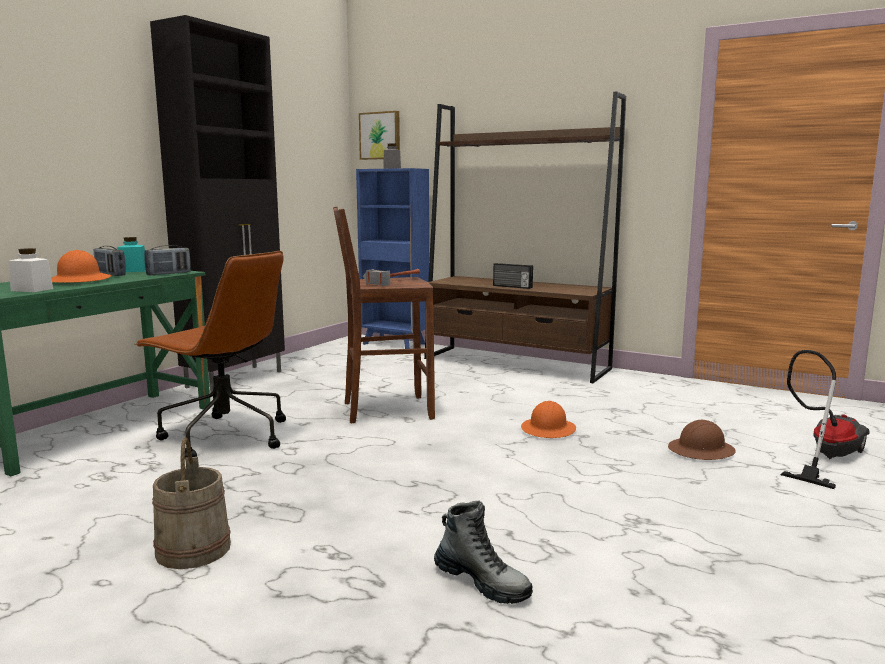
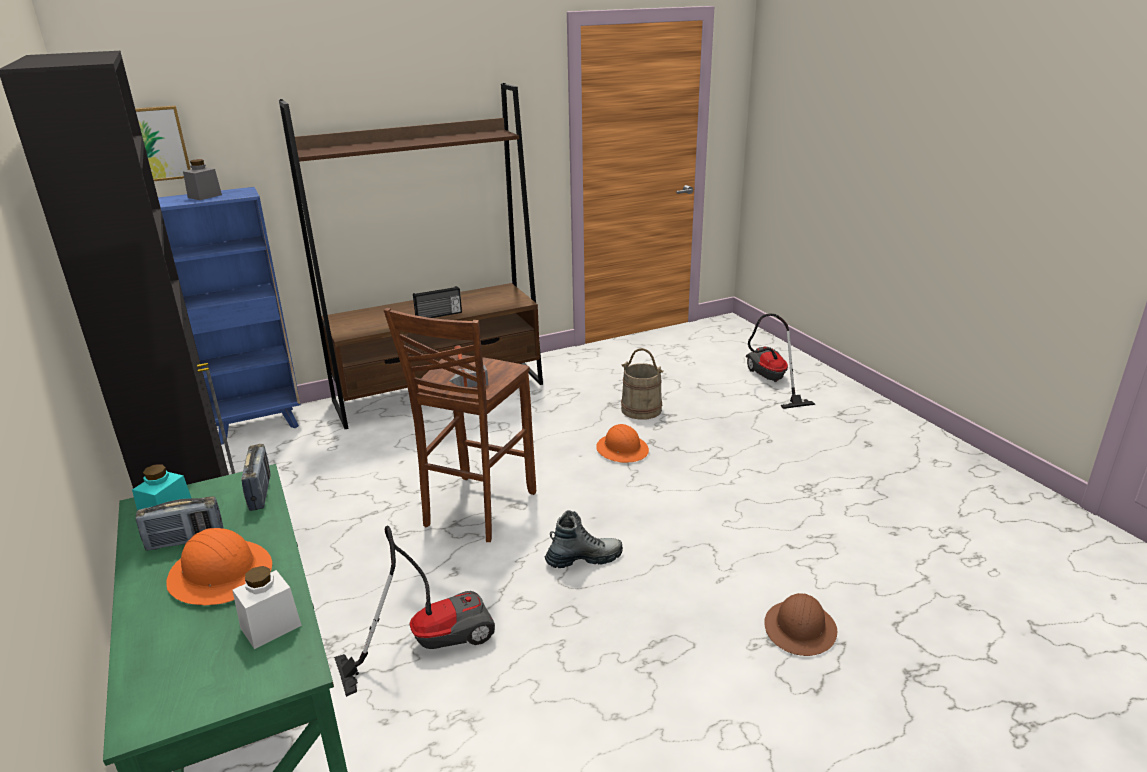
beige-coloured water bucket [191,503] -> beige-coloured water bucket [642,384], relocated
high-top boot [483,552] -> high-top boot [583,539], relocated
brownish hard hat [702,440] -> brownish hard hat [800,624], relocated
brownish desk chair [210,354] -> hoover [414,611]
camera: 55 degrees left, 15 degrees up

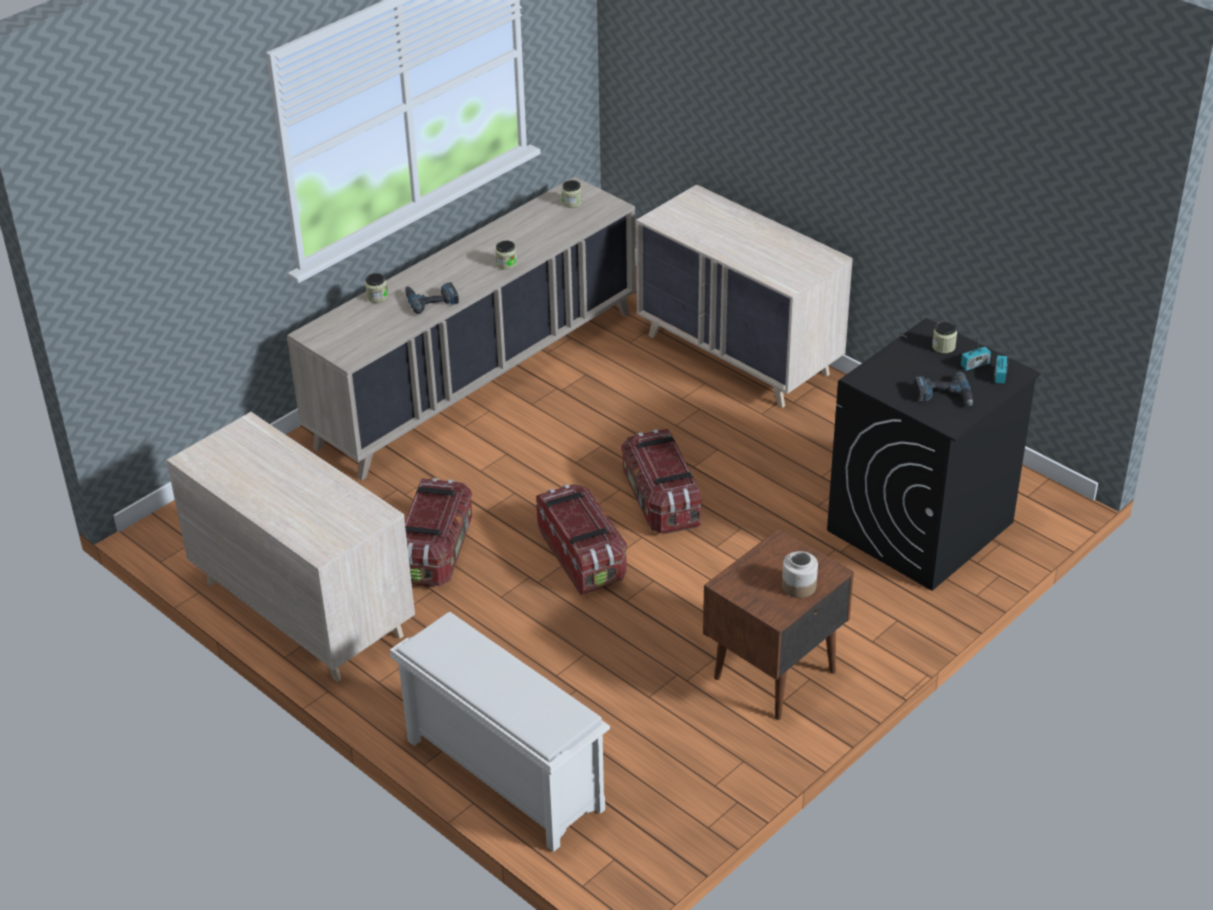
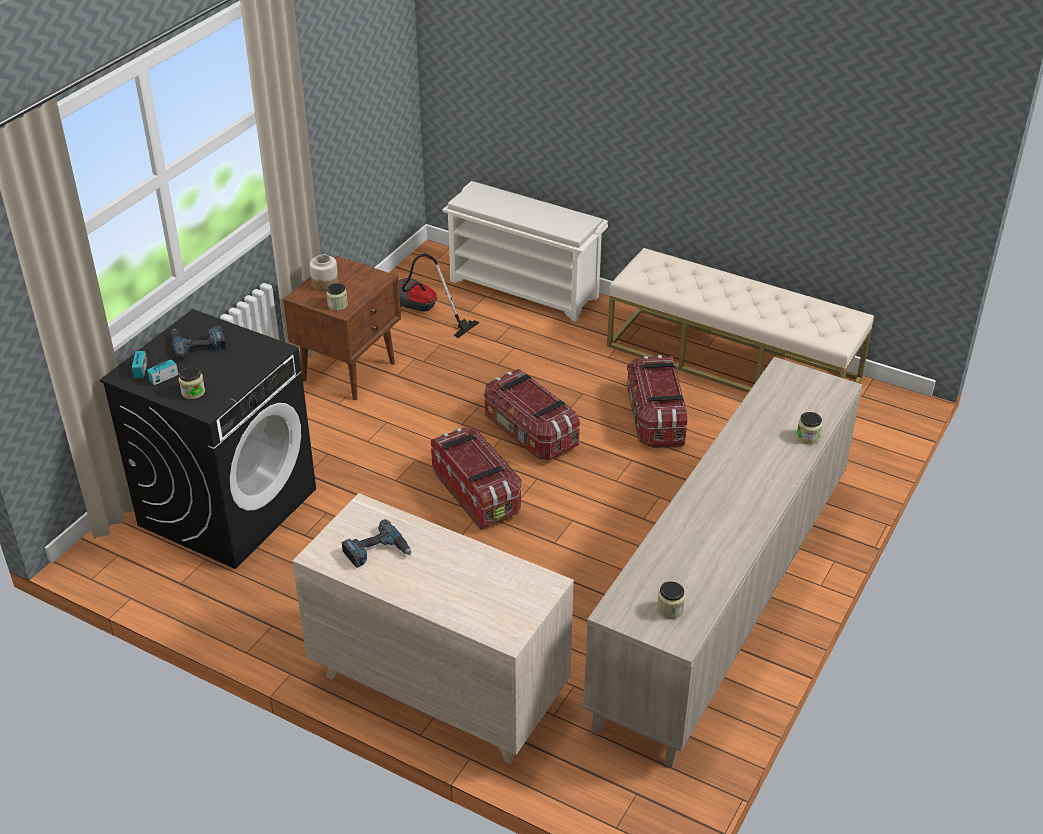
none -> hoover [439,295]
drill [432,298] -> drill [376,543], relocated
storage jar [506,255] -> storage jar [337,297], relocated
beige-coloured drawer chest [290,547] -> beige-coloured bench [740,320]
camera: 165 degrees right, 0 degrees up

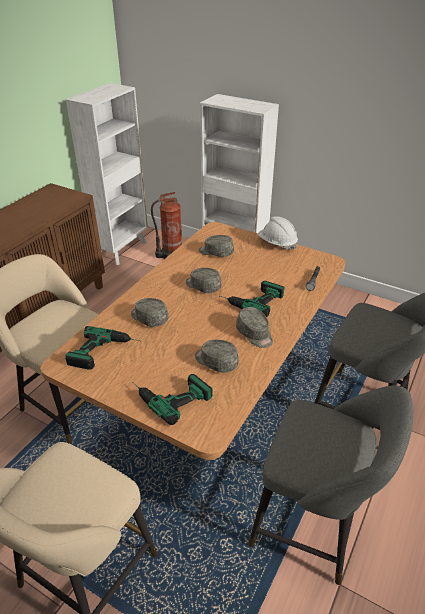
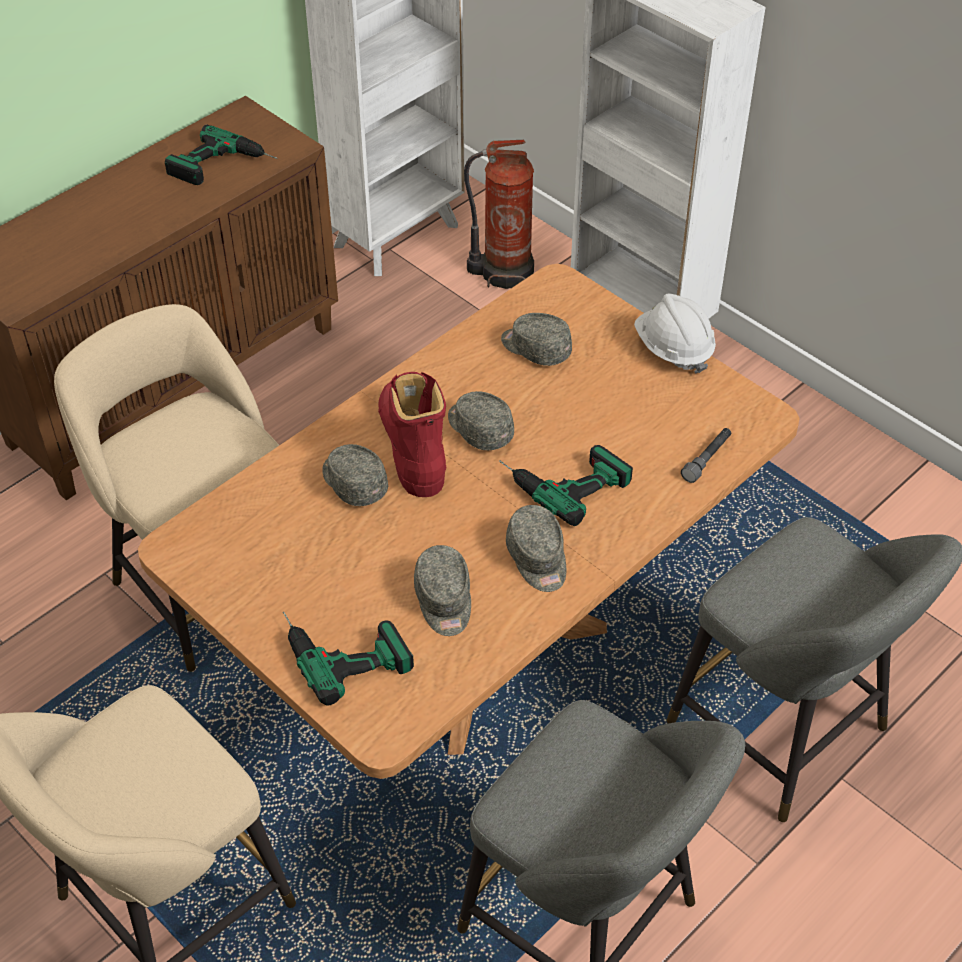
none -> red high-top boot [412,434]
drill [102,348] -> drill [221,155], relocated
gray cap [217,356] -> gray cap [442,590], 150 degrees counterclockwise
camera: 15 degrees right, 10 degrees up

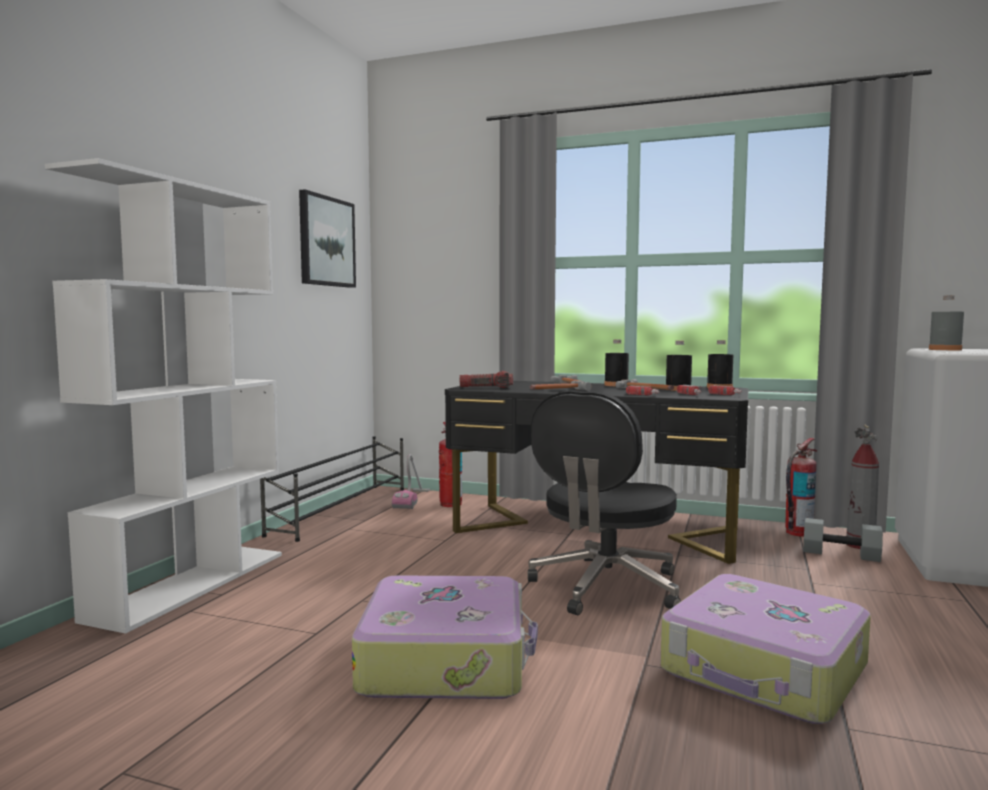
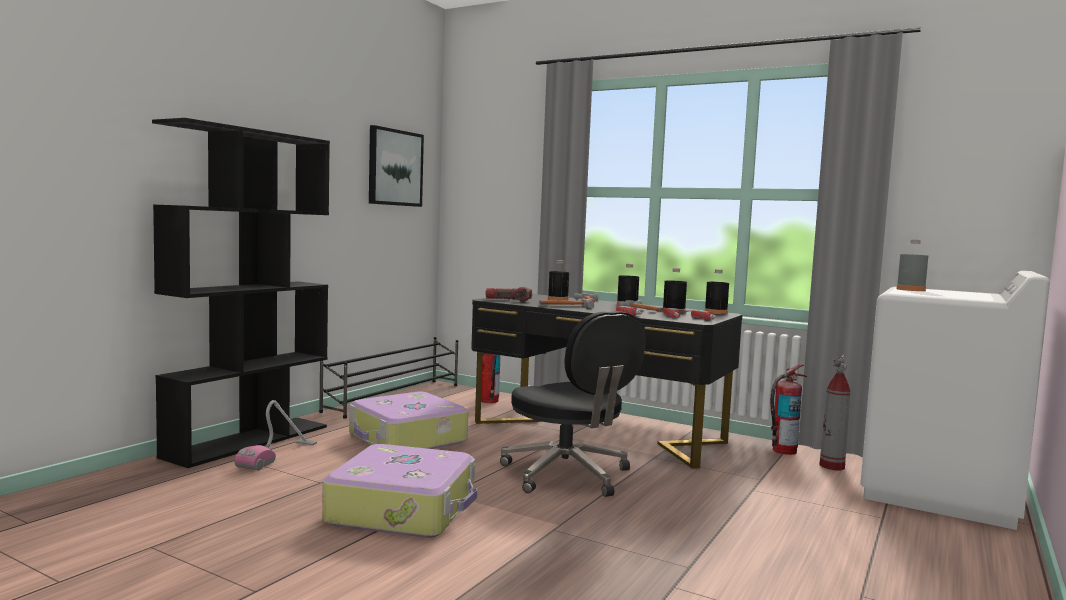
gray dumbbell [843,540] -> none
none -> black beverage bottle [558,280]
hoover [411,481] -> hoover [275,435], relocated
travel case [766,649] -> travel case [408,420], relocated
whitish bookcase [163,396] -> black bookcase [241,293]
black desk chair [604,502] -> black desk chair [572,404], 75 degrees counterclockwise
camera: 10 degrees right, 0 degrees up

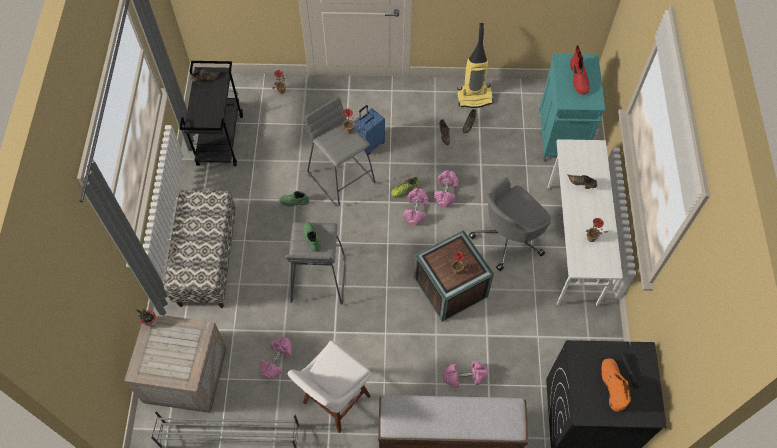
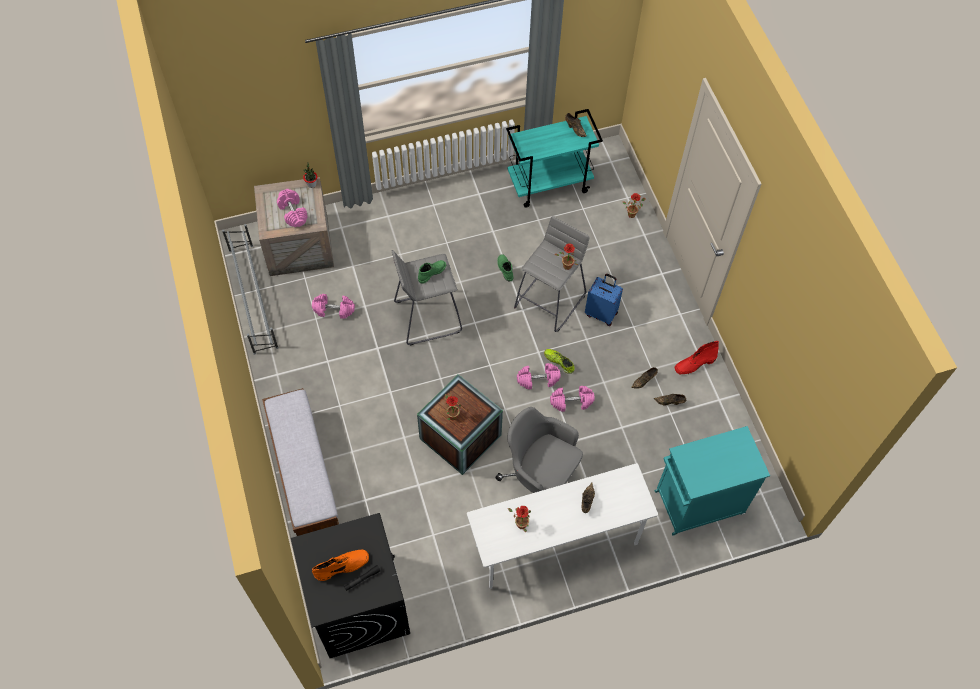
bench [200,249] -> none
whitish stool [329,387] -> none
hoover [475,65] -> none
pink dumbbell [465,374] -> pink dumbbell [292,208], relocated
red high-top boot [579,70] -> red high-top boot [697,357], relocated
black cart [211,113] -> turquoise cart [554,158]
camera: 70 degrees right, 0 degrees up

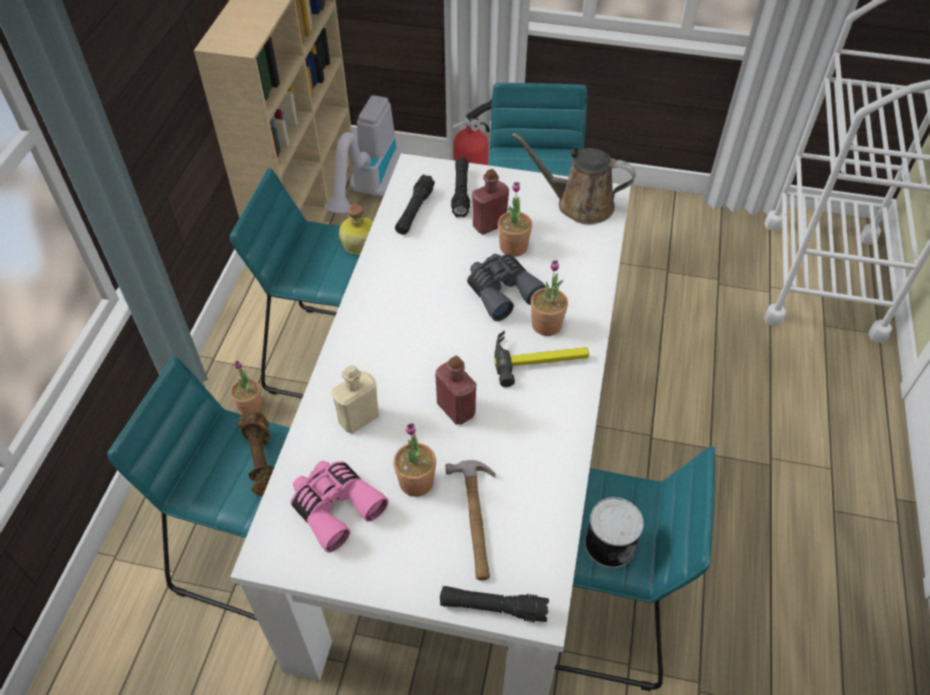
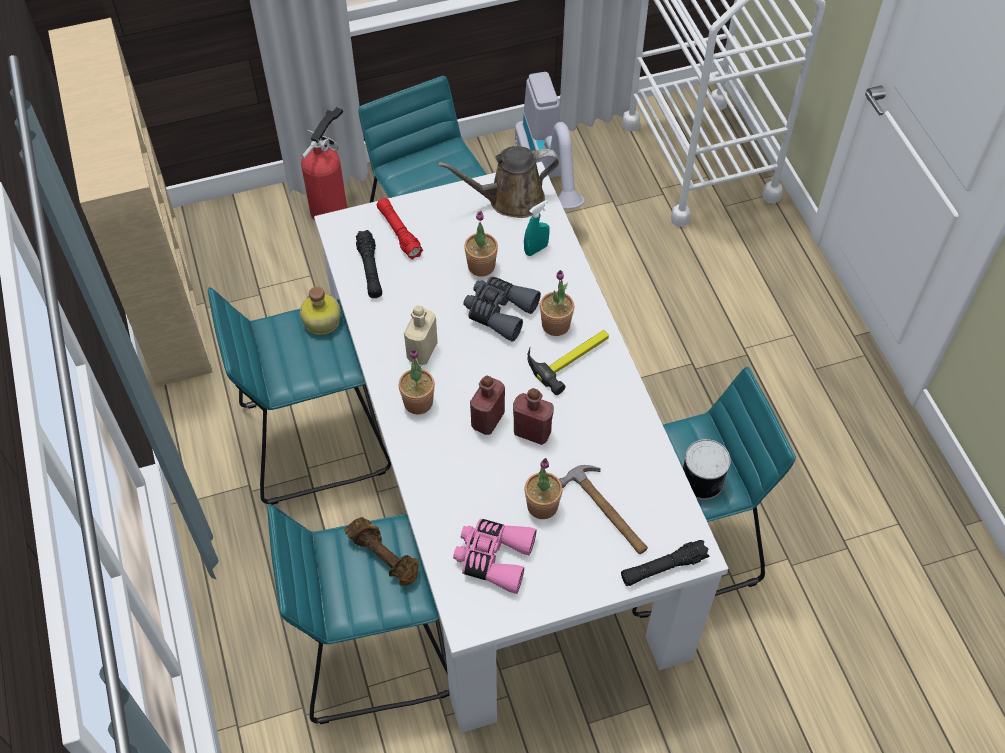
none -> turquoise sprayer [536,228]
plant in a pot [247,388] -> plant in a pot [417,381], relocated
hoover [364,154] -> hoover [550,140], relocated
beige-coloured beverage bottle [355,399] -> beige-coloured beverage bottle [421,335], relocated
red beverage bottle [490,202] -> red beverage bottle [487,405], relocated
black hand torch [460,187] -> red hand torch [400,229]
camera: 30 degrees left, 5 degrees up

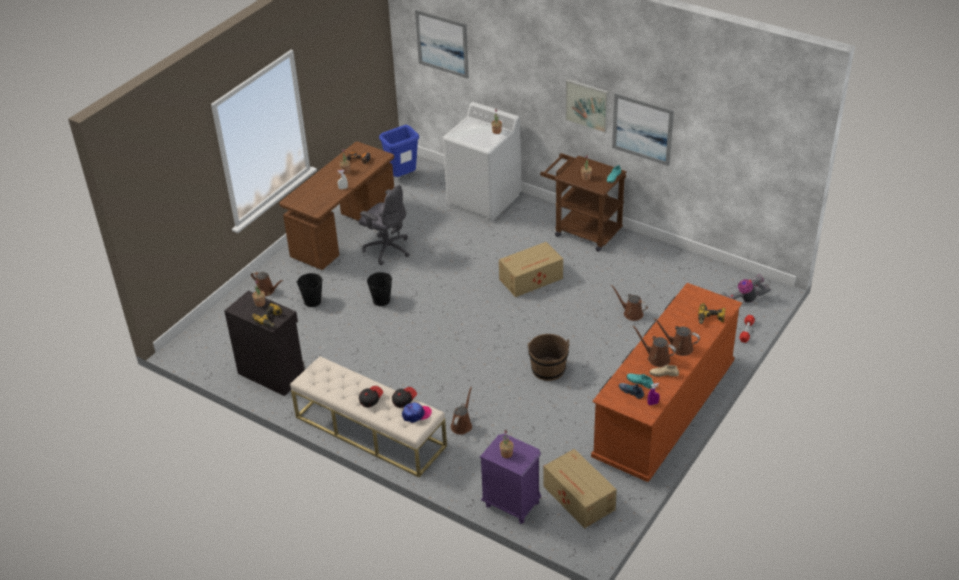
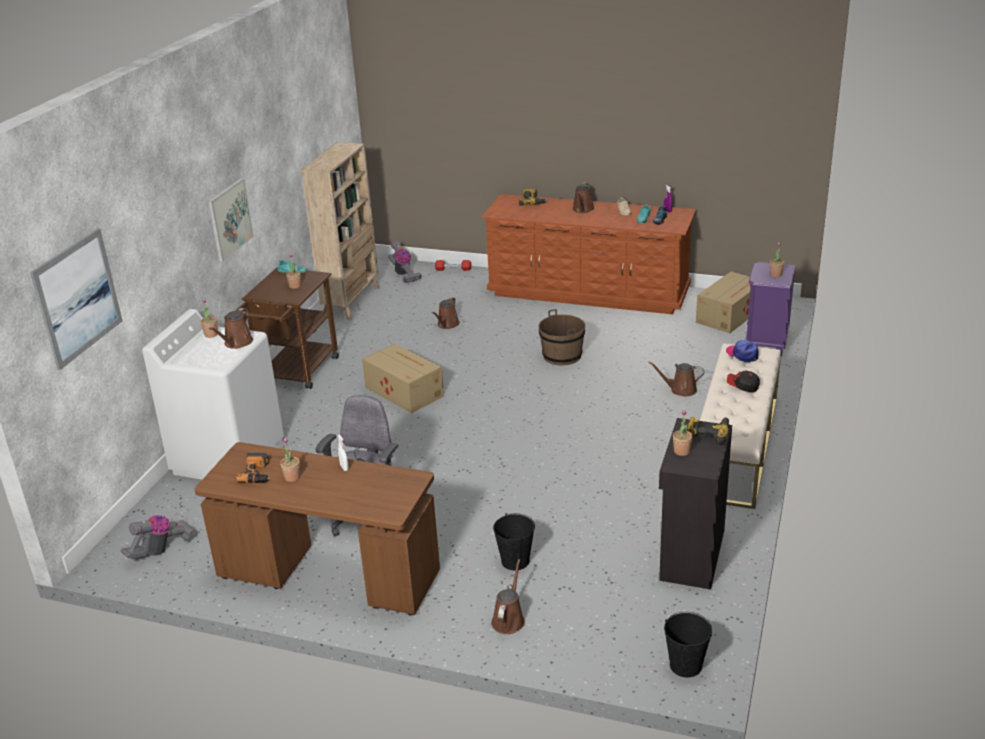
cap [404,397] -> none
wall art [643,129] -> none
none -> beige-coloured bookcase [340,231]
black water bucket [379,289] -> black water bucket [688,644], relocated
brownish sprinkling can [654,346] -> brownish sprinkling can [231,328], relocated
blue-coloured trash can [399,151] -> hoover [159,537]
camera: 105 degrees left, 10 degrees down

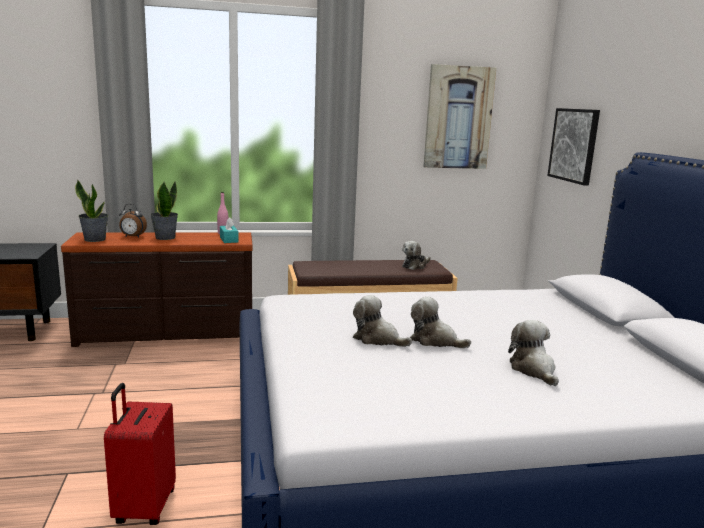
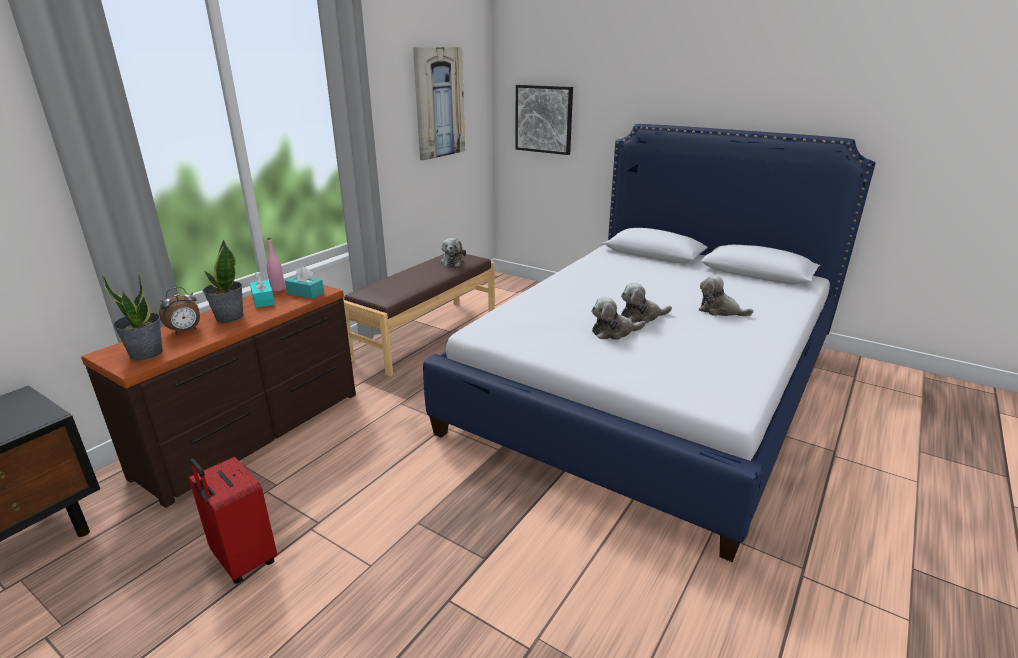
none -> turquoise tissue box [262,290]
red travel case [140,454] -> red travel case [233,520], relocated
camera: 45 degrees left, 10 degrees up

